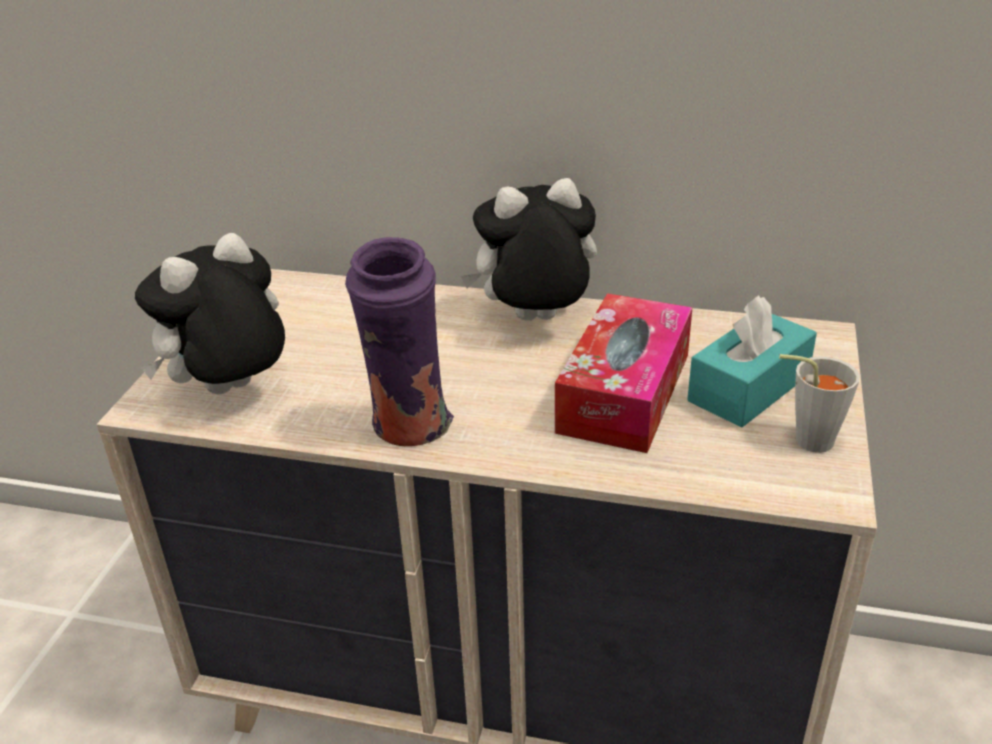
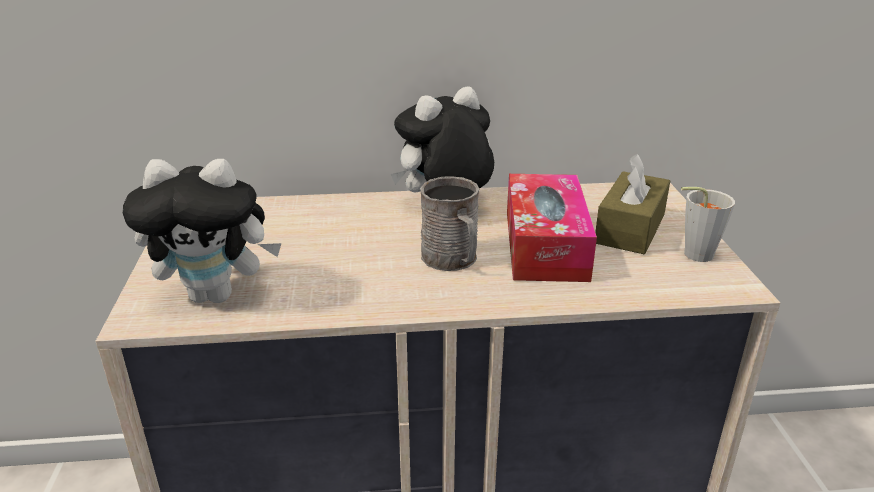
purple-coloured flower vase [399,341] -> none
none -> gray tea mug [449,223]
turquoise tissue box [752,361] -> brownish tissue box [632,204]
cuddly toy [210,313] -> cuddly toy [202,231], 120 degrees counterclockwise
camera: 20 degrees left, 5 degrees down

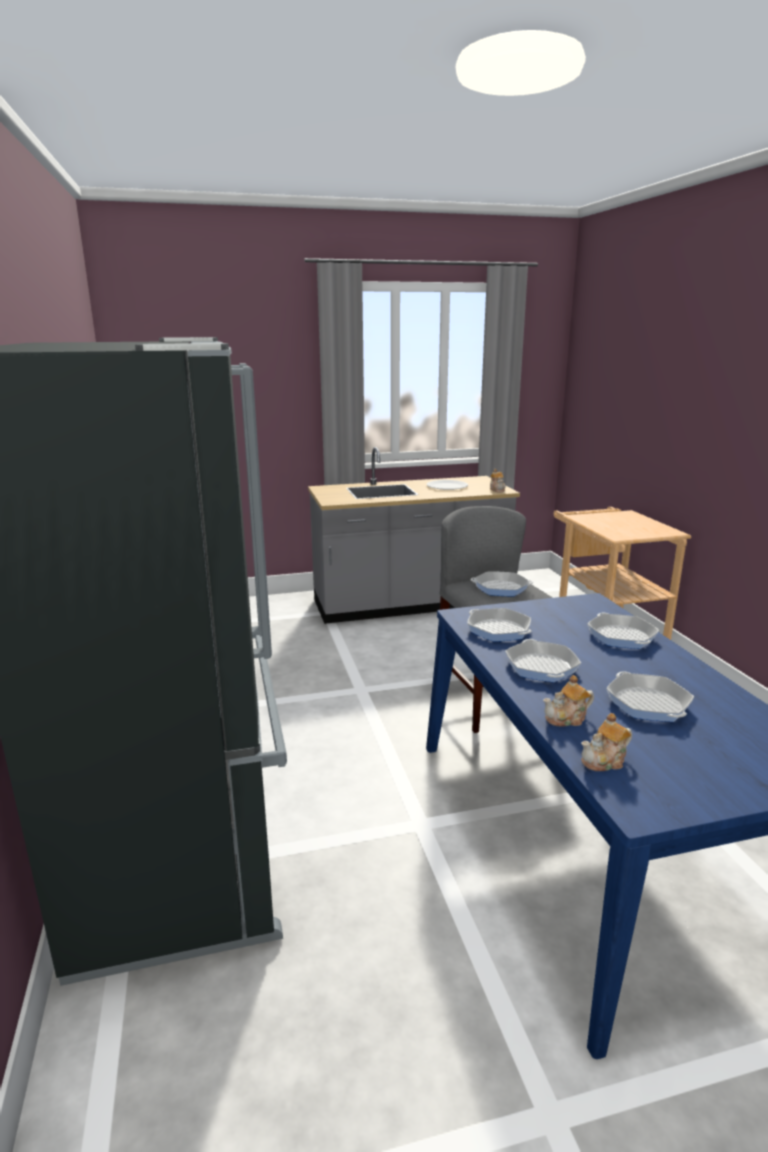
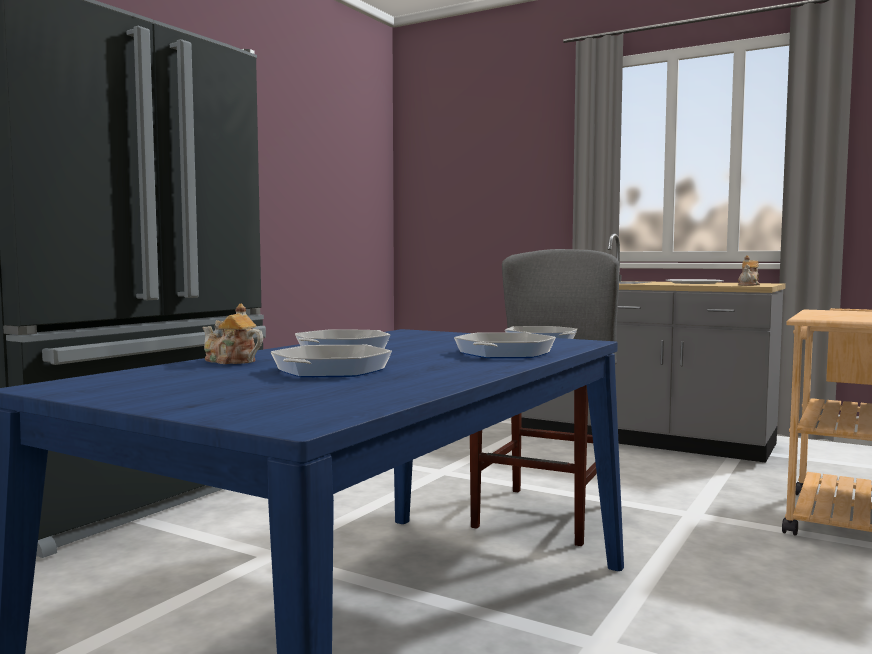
frying pan [499,625] -> none
tea pot [606,742] -> none
camera: 45 degrees right, 15 degrees down

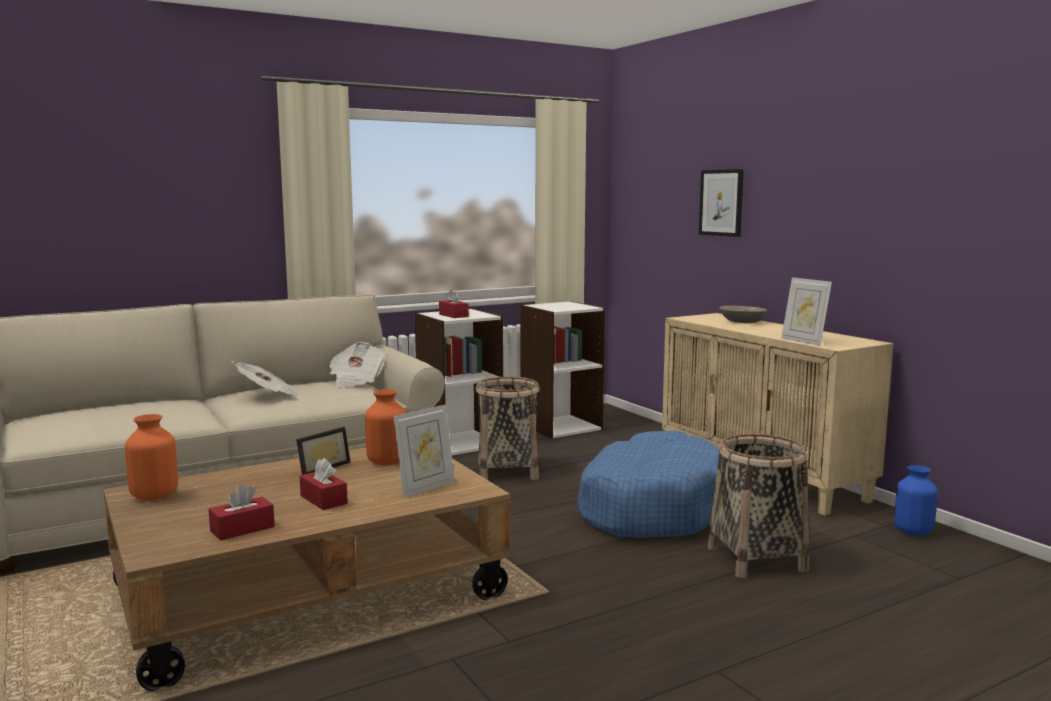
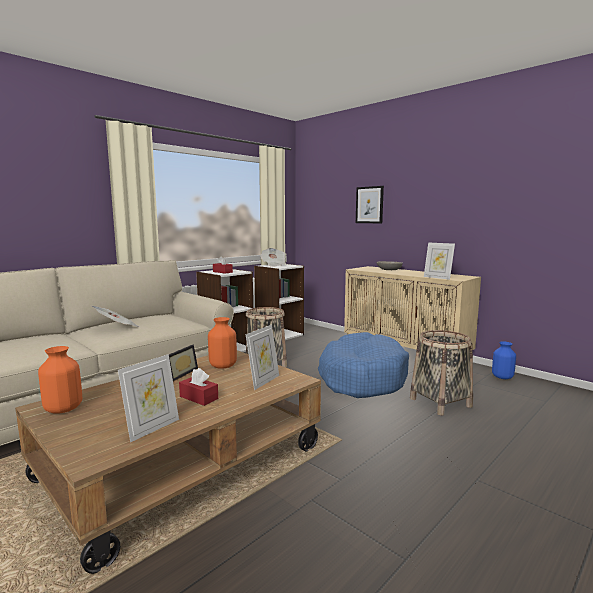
printed paper [358,364] -> printed paper [273,257], relocated
red tissue box [241,512] -> standing frame [148,398]
camera: 15 degrees left, 0 degrees up

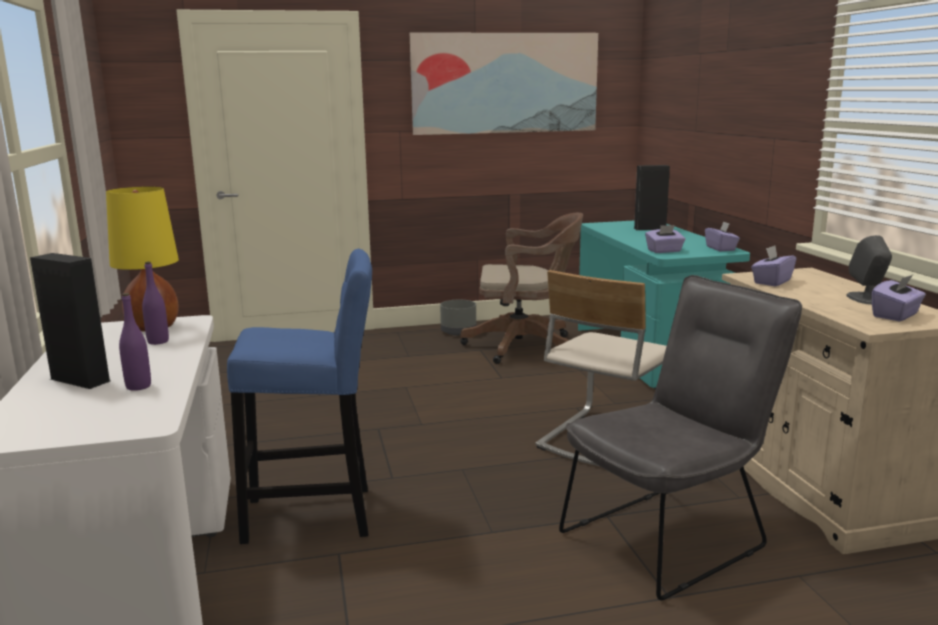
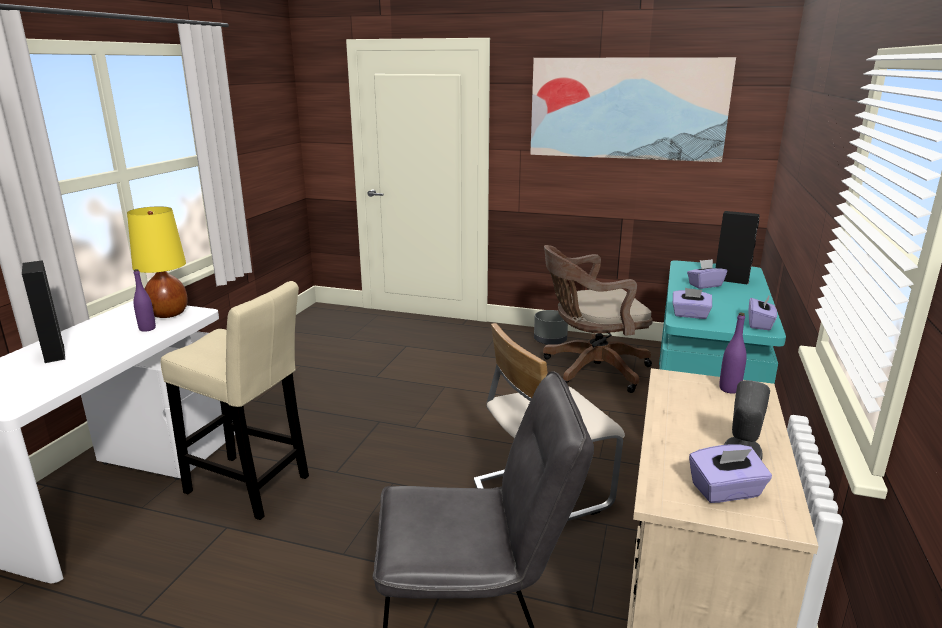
purple-coloured beverage bottle [135,342] -> purple-coloured beverage bottle [733,353], relocated
purple-coloured tissue box [773,265] -> purple-coloured tissue box [707,274], relocated
blue-coloured stool [299,396] -> beige-coloured stool [235,400]
brownish desk chair [521,288] -> brownish desk chair [598,319], 135 degrees clockwise
camera: 30 degrees right, 5 degrees up

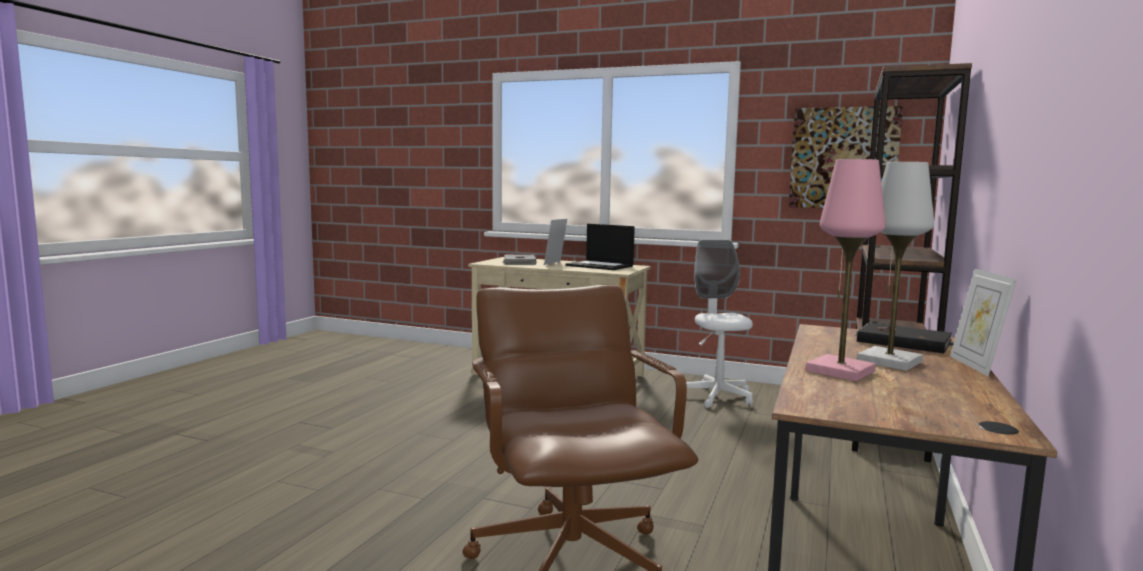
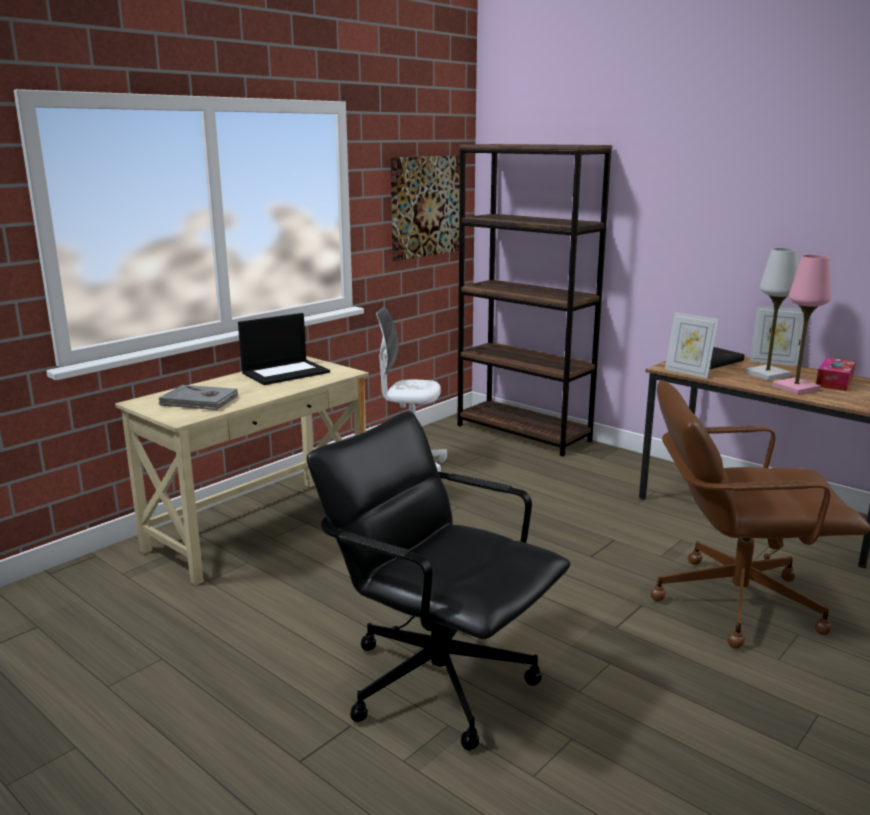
none -> black desk chair [439,580]
none -> tissue box [836,374]
standing frame [555,242] -> standing frame [692,345], relocated
camera: 70 degrees left, 10 degrees up

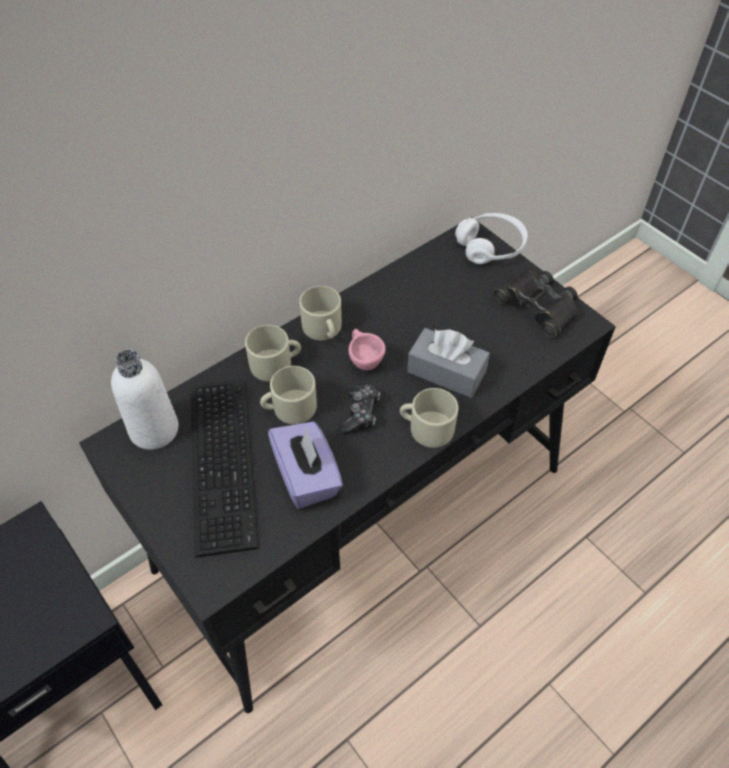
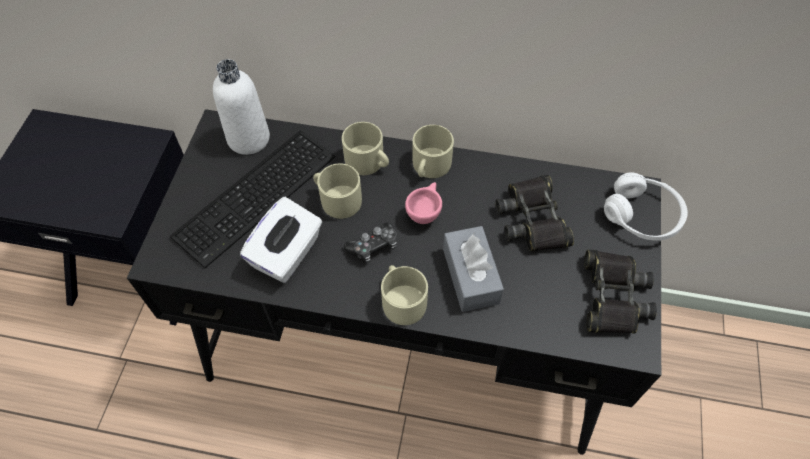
none -> black field glasses [534,213]
purple-coloured tissue box [305,465] -> whitish tissue box [281,240]
camera: 50 degrees right, 5 degrees up

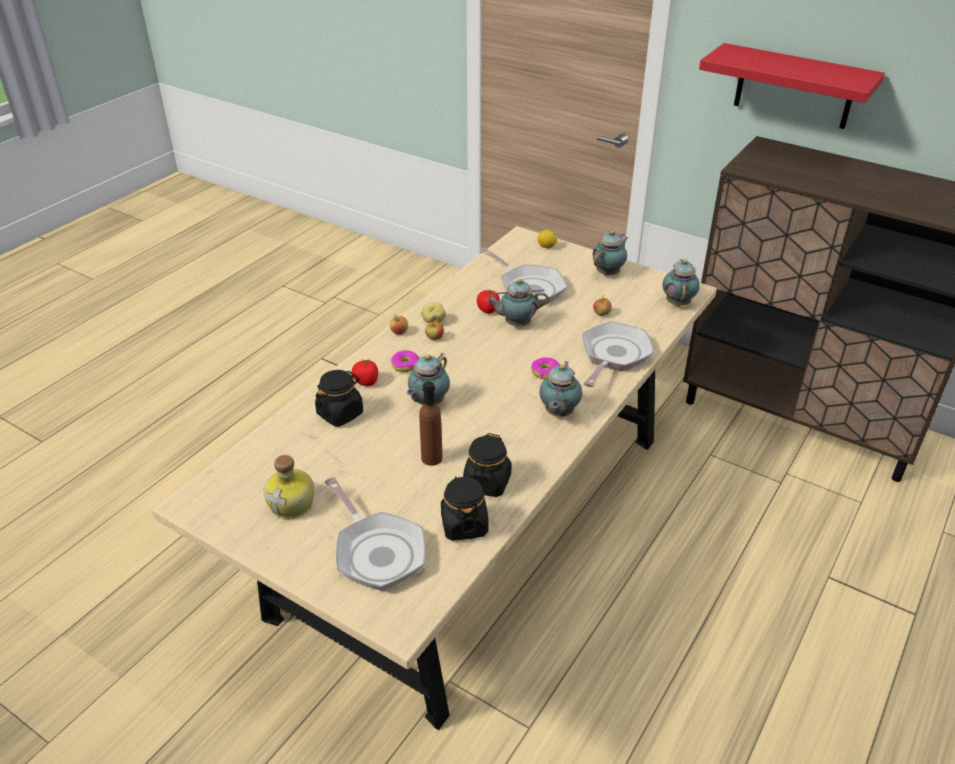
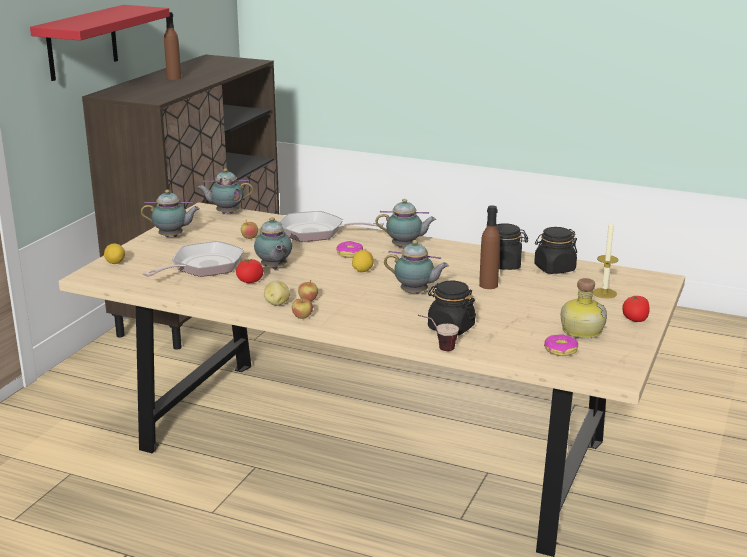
none -> brownish beverage bottle [172,46]
none -> lemon [363,261]
none -> drinking cup [438,333]
fresh tomato [365,372] -> fresh tomato [636,308], relocated
doughnut [405,361] -> doughnut [561,345], relocated
frying pan [375,534] -> candle [605,258]
tea pot [610,252] -> tea pot [170,213], 150 degrees clockwise
camera: 100 degrees left, 15 degrees down

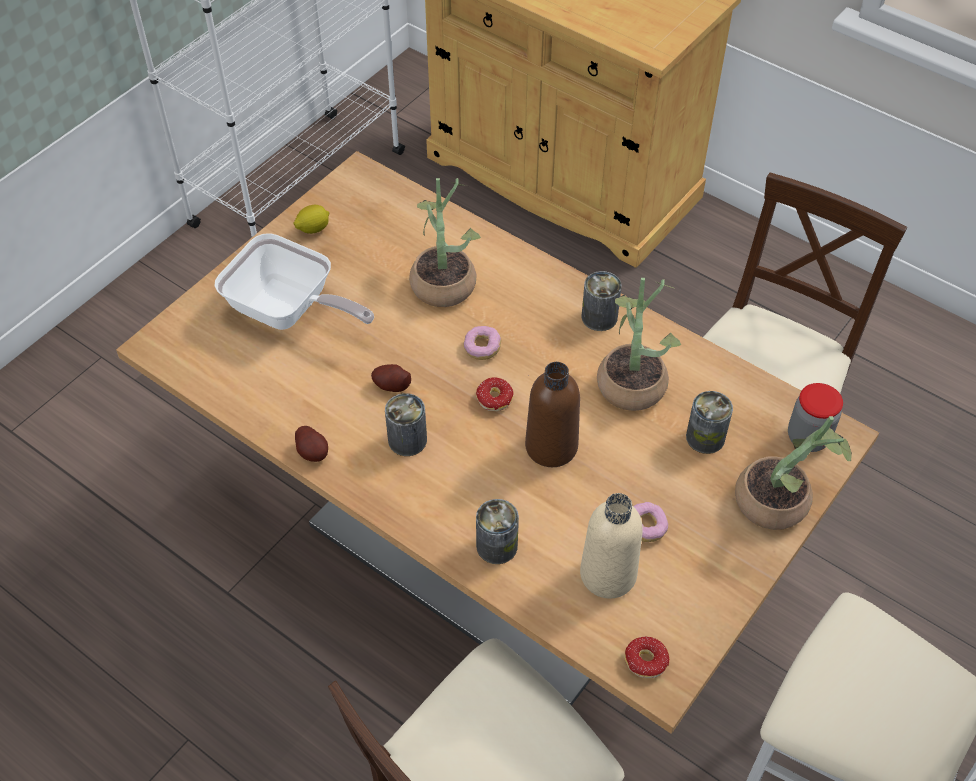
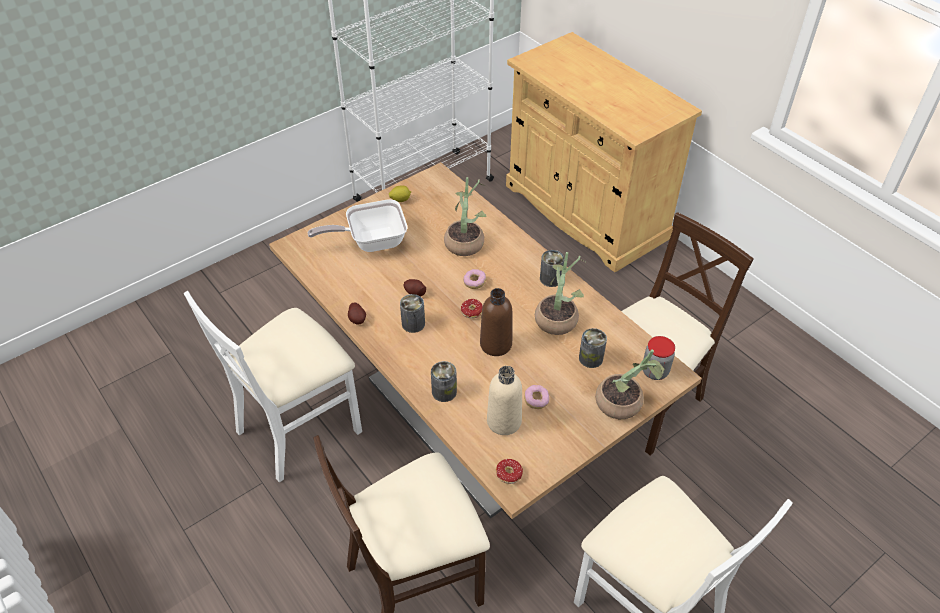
none -> whitish upright chair [273,386]
frying pan [294,281] -> frying pan [358,225], 120 degrees clockwise
camera: 15 degrees right, 5 degrees down

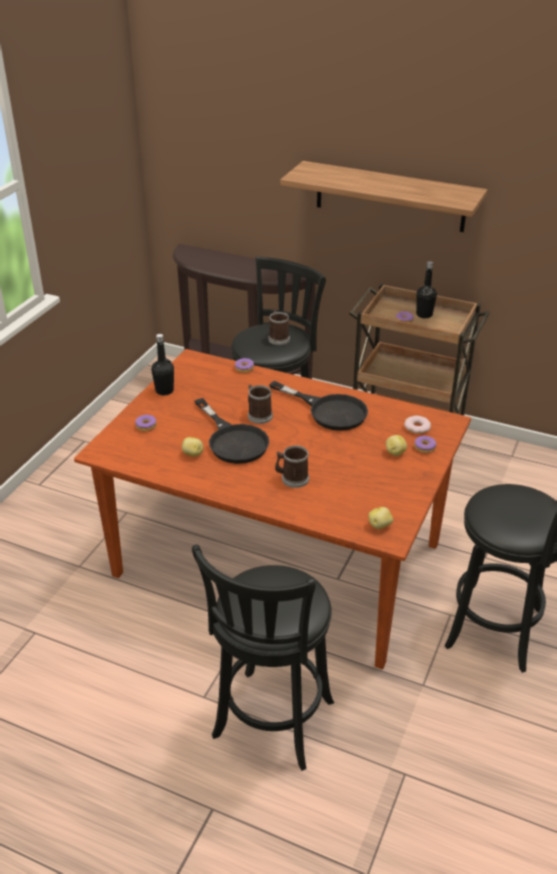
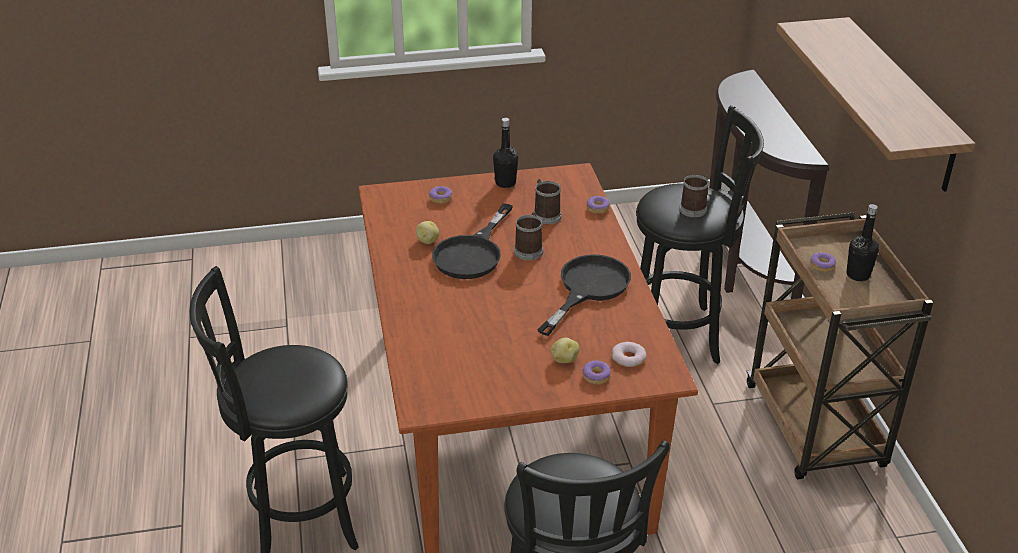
whole potato [380,518] -> none
tea mug [292,466] -> tea mug [548,202], relocated
black frying pan [318,406] -> black frying pan [584,295], 150 degrees counterclockwise
camera: 55 degrees right, 0 degrees up

